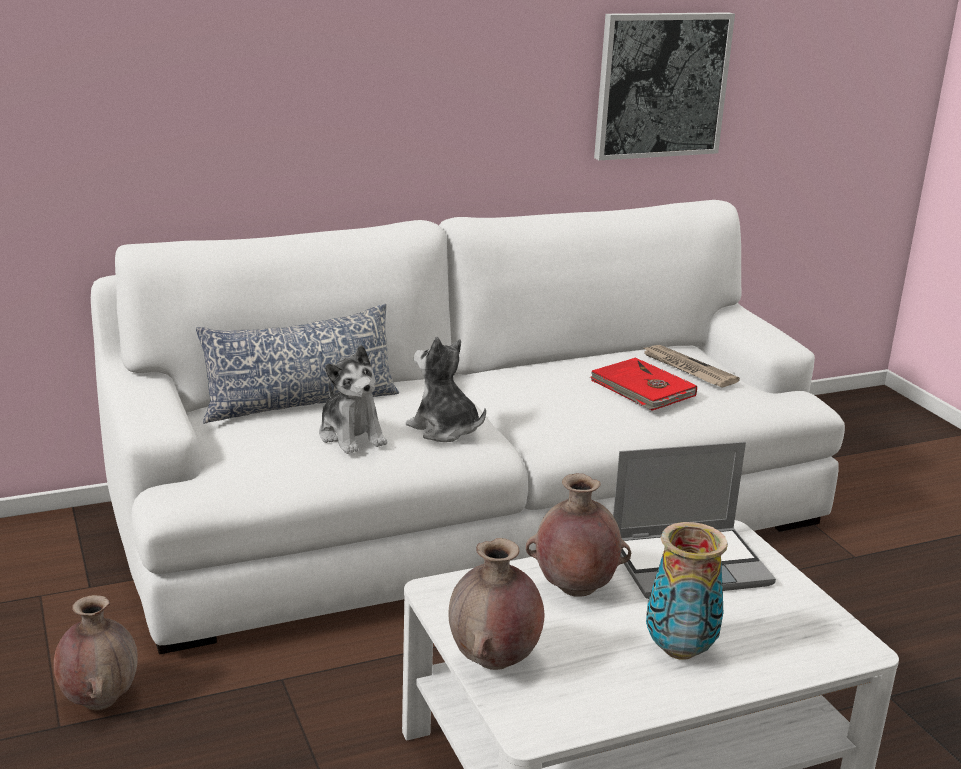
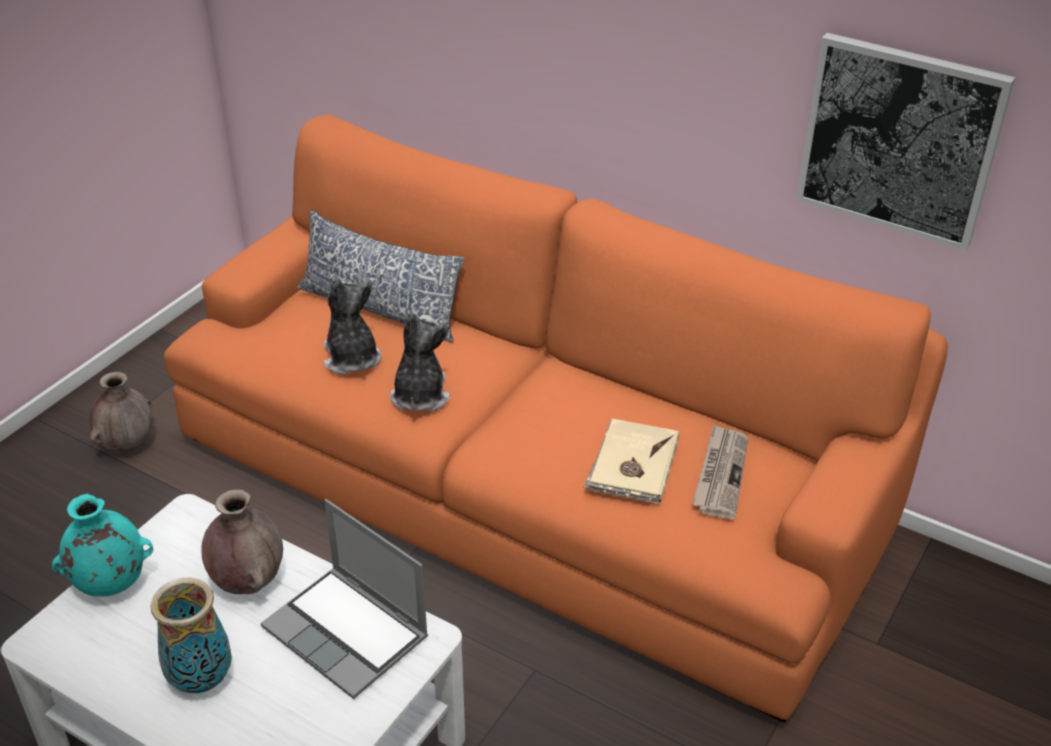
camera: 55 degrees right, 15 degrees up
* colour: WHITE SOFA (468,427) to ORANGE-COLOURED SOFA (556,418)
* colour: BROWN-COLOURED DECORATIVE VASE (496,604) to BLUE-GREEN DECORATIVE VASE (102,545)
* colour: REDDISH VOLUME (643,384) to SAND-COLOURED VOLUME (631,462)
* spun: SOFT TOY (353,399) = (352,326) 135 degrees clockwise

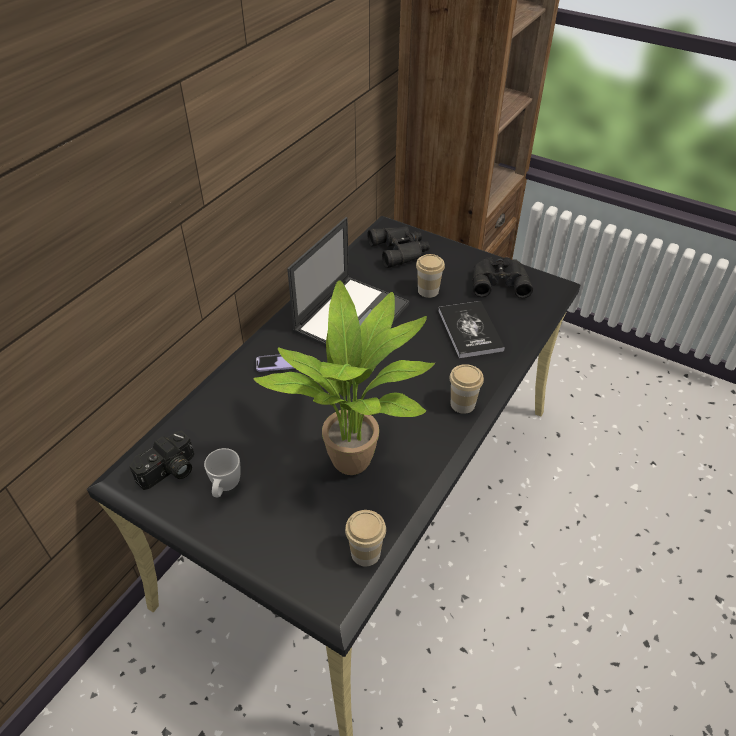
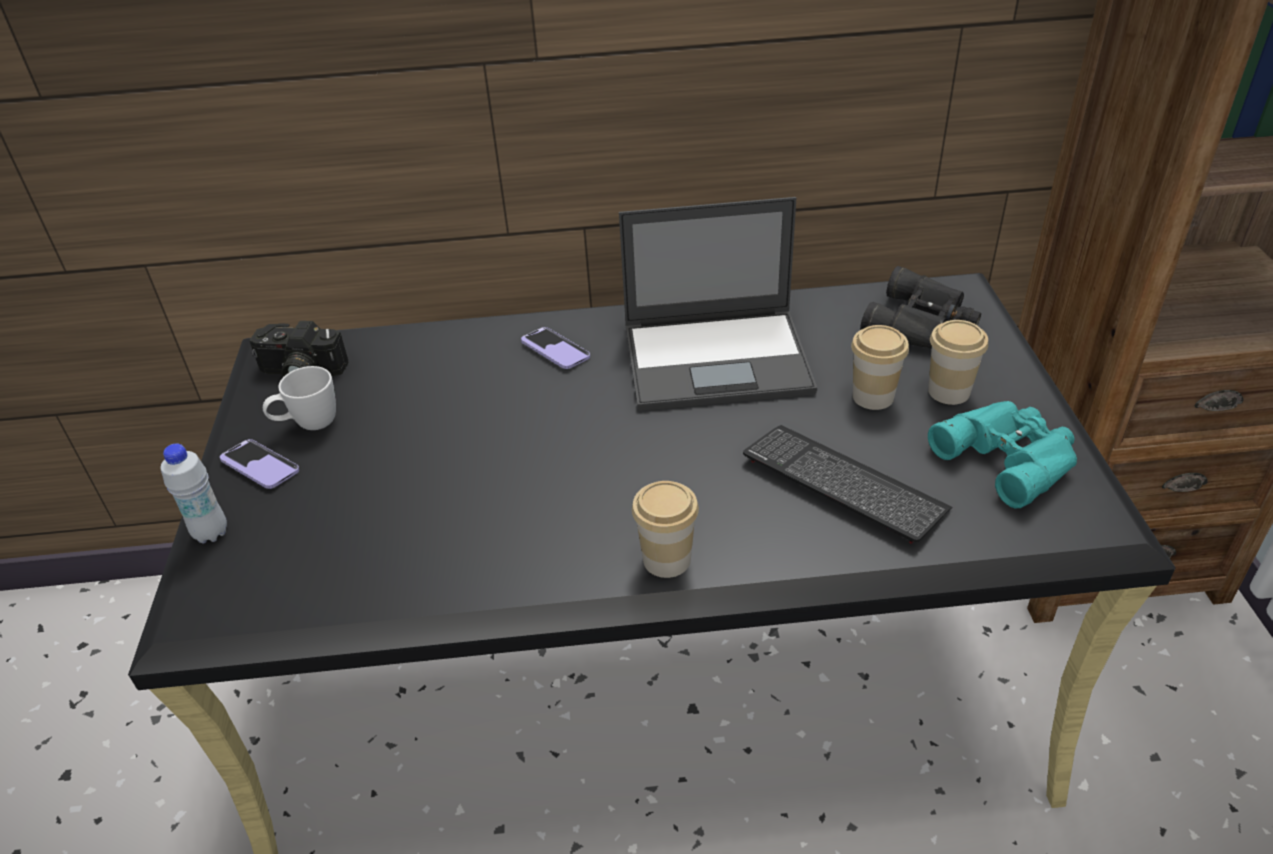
camera: 55 degrees right, 5 degrees down
* missing: POTTED PLANT (344,377)
* appeared: WHITE BOTTLE (194,493)
* appeared: TELEPHONE (259,464)
* relocated: SMALL CUP (365,538) to (958,362)
* exchanged: VOLUME (471,329) to PC KEYBOARD (848,484)
* colour: BLACK-COLOURED BINOCULARS (502,277) to BLUE-GREEN BINOCULARS (1002,455)

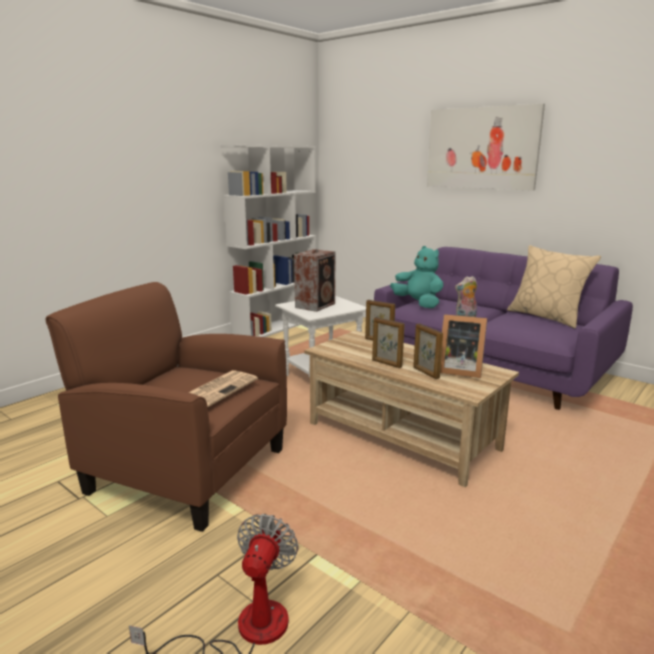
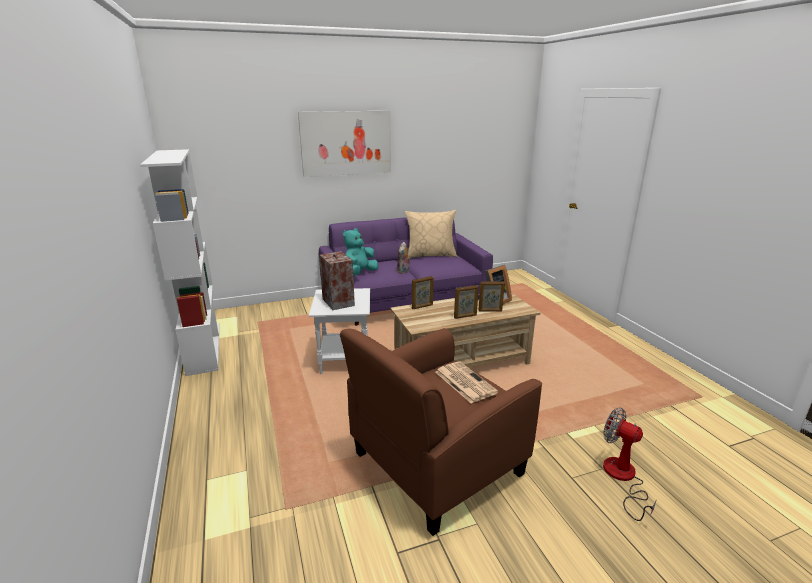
camera: 60 degrees left, 5 degrees up
* spun: BLUE-GREEN SOFT TOY (417,277) = (360,252) 45 degrees counterclockwise

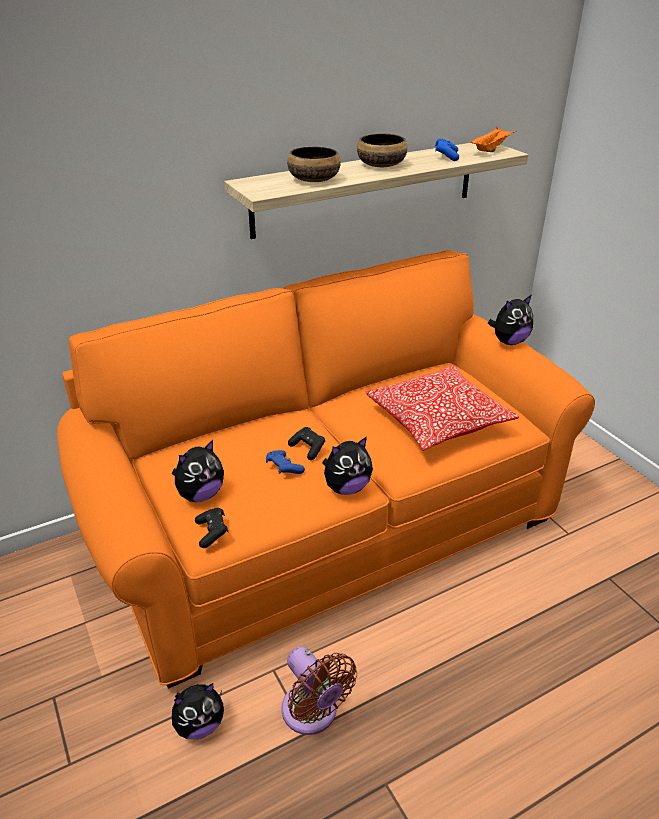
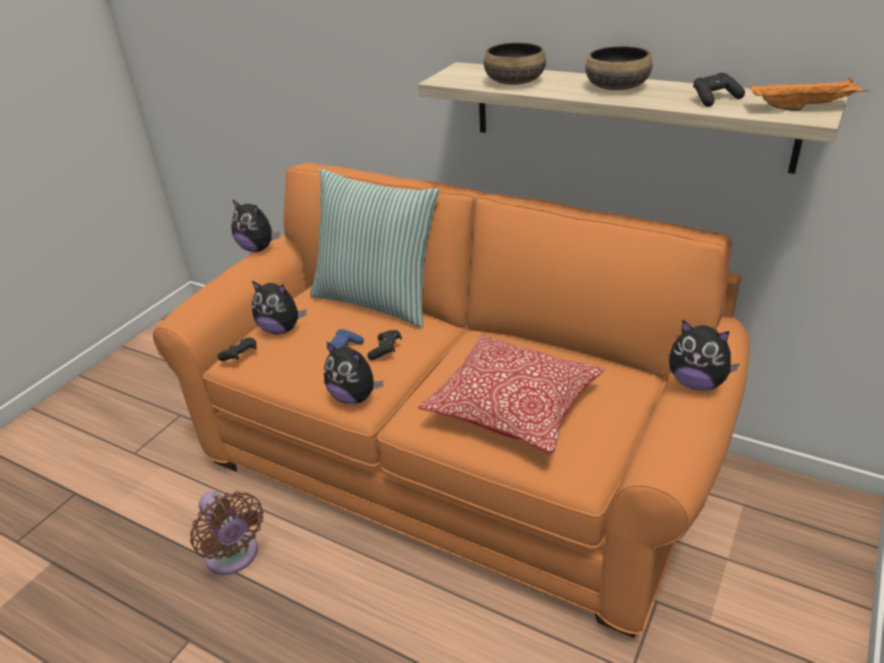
camera: 60 degrees right, 0 degrees up
* appeared: CUSHION (374,248)
* relocated: SOFT TOY (198,711) to (255,225)
* colour: BLUE JOYPAD (447,150) to BLACK-COLOURED JOYPAD (719,89)
* spun: BROWN-COLOURED COOLING FAN (319,690) = (227,533) 60 degrees counterclockwise

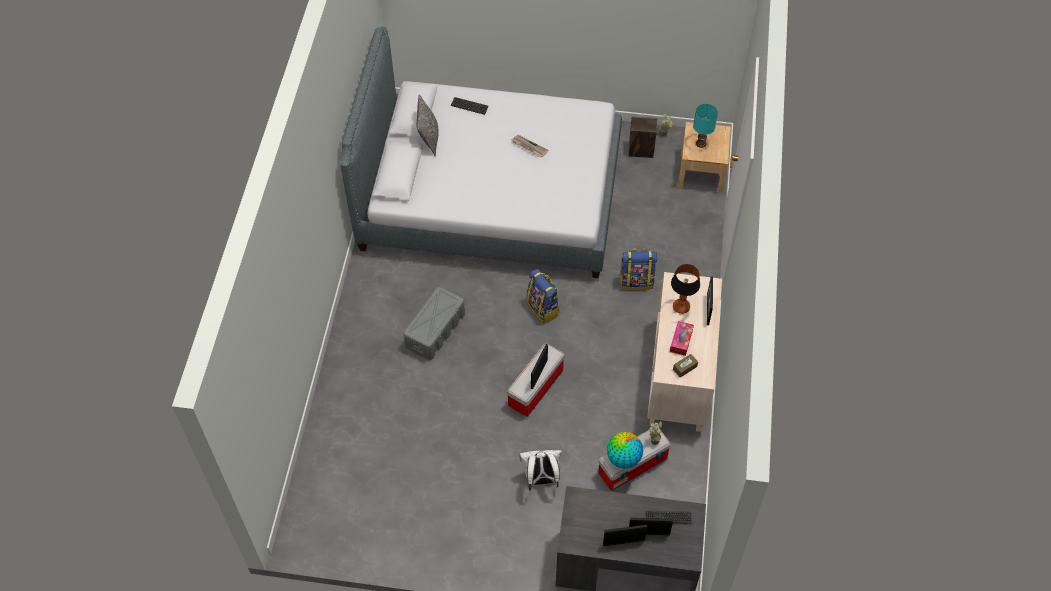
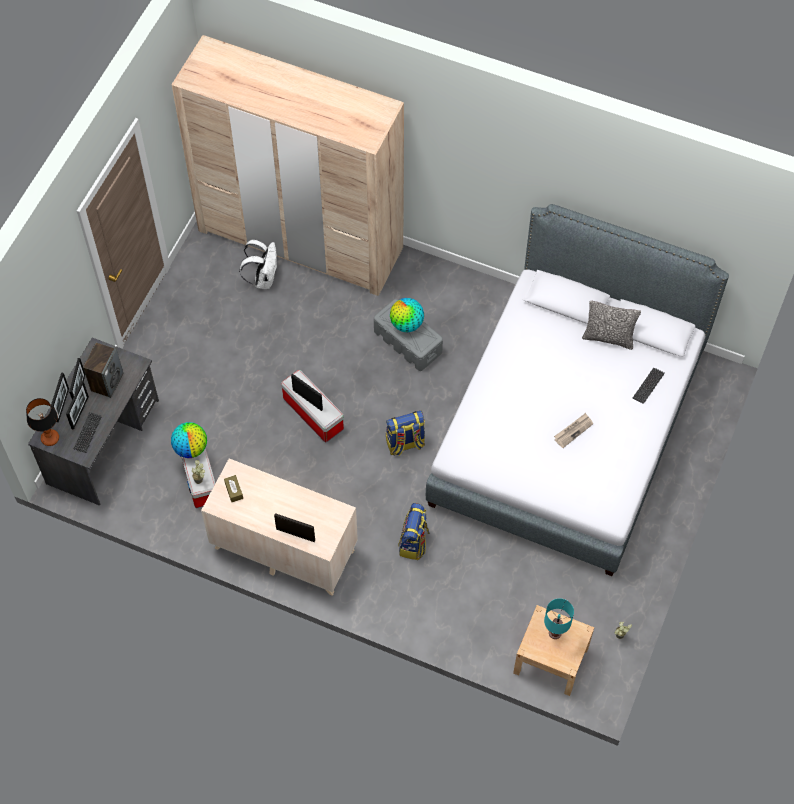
camera: 105 degrees right, 5 degrees up
* missing: BOX OF TISSUES (682,338)
* appeared: PHOTO FRAME (59,397)
* appeared: SAND-COLOURED CLOTHES CUPBOARD (288,165)
* appeared: GLOBE (407,315)
* relocated: WHITE BACKPACK (540,470) to (258,264)
* relocated: LOUDSPEAKER (643,137) to (103,370)
* relocated: TABLE LAMP (685,289) to (42,422)

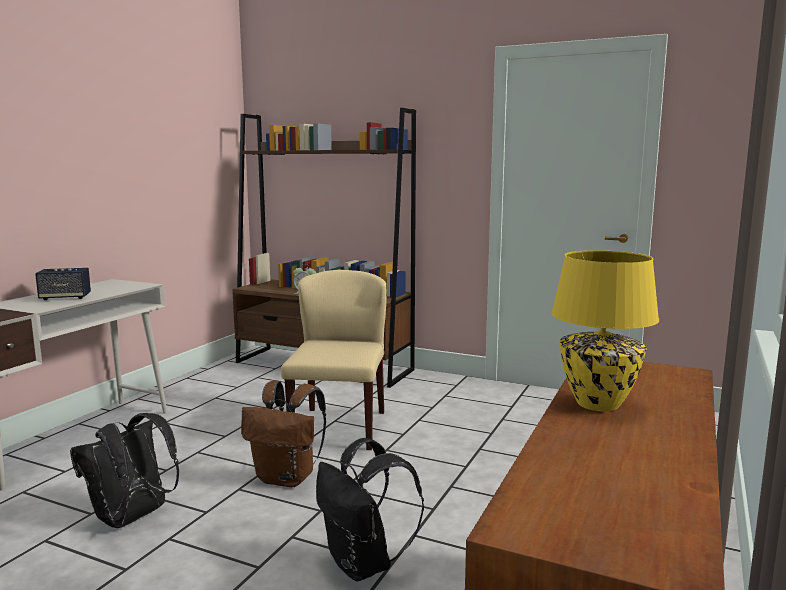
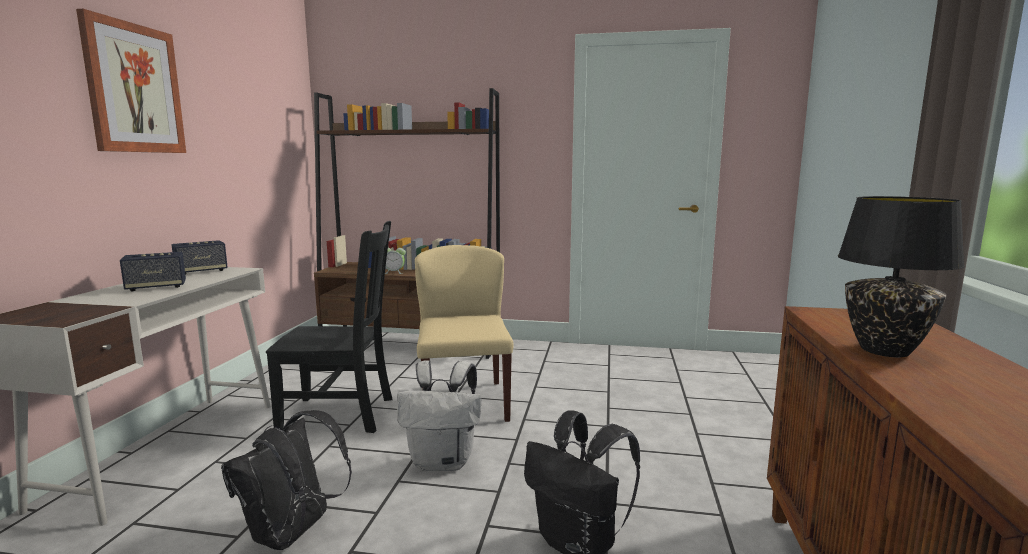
camera: 15 degrees left, 0 degrees up
* appeared: PICTURE (131,81)
* appeared: LOUDSPEAKER (200,257)
* appeared: BLACK-COLOURED UPRIGHT CHAIR (329,327)
* colour: BROWN-COLOURED BACKPACK (283,434) to WHITE BACKPACK (439,415)
* colour: YELLOWISH TABLE LAMP (605,331) to BLACK-COLOURED TABLE LAMP (901,276)

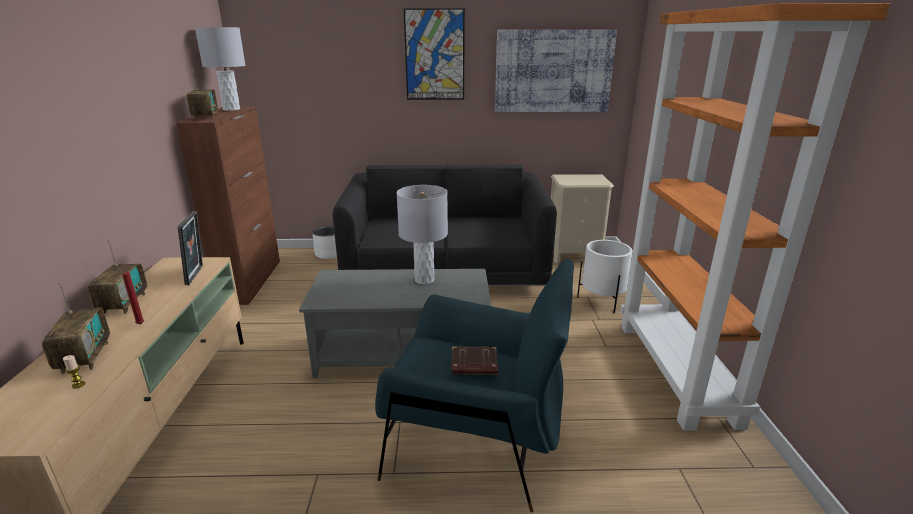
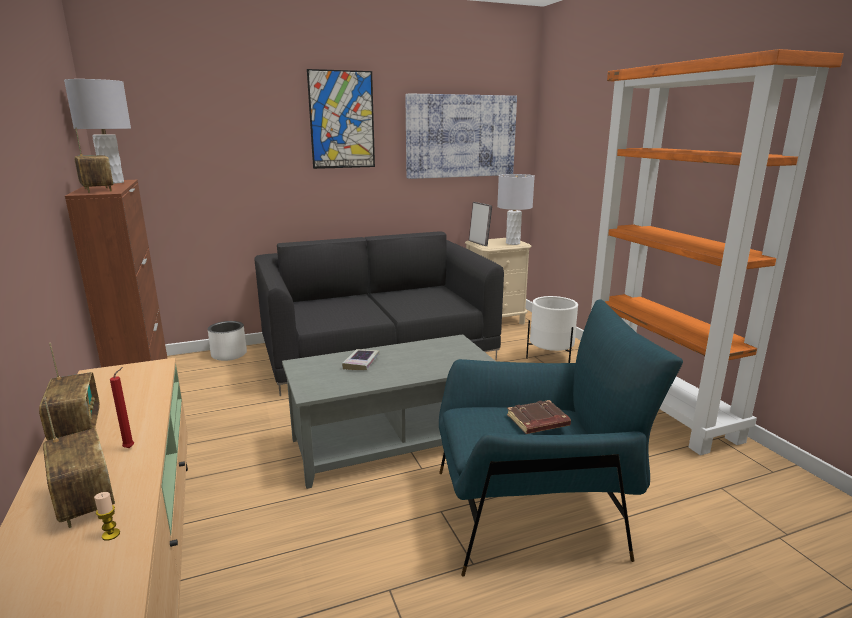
camera: 20 degrees left, 5 degrees down
* appeared: VOLUME (360,359)
* relocated: PHOTO FRAME (190,248) to (480,224)
* relocated: GRAY TABLE LAMP (422,234) to (516,209)

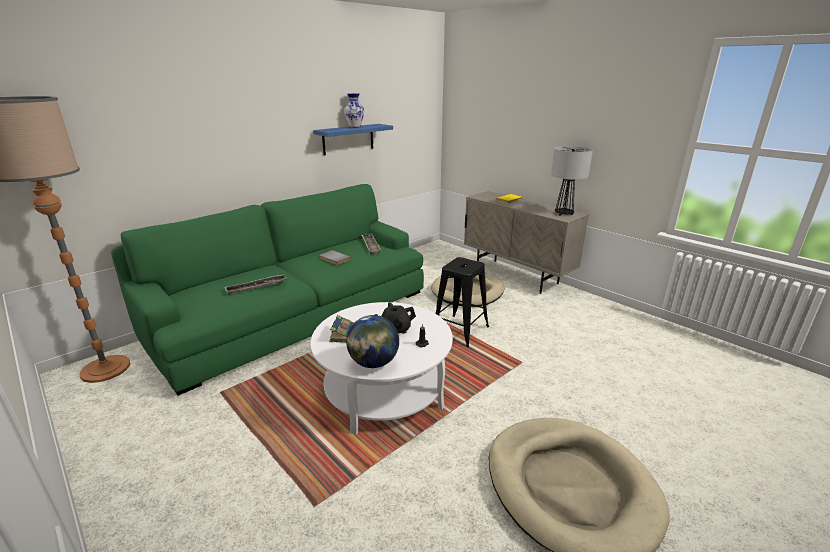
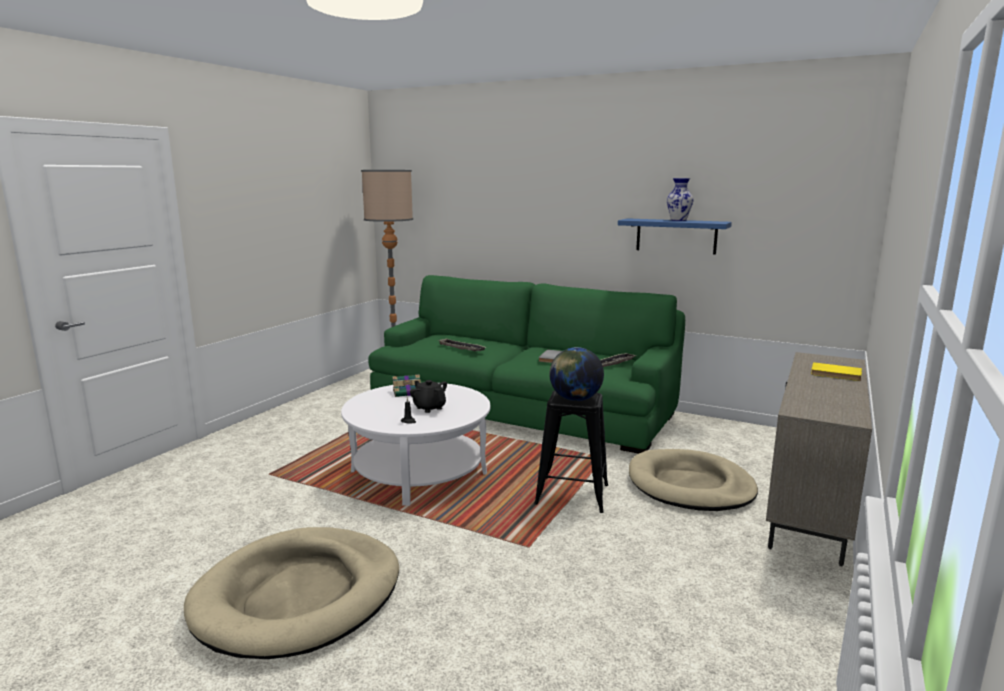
camera: 70 degrees right, 10 degrees down
* missing: TABLE LAMP (572,181)
* relocated: GLOBE (372,341) to (576,374)

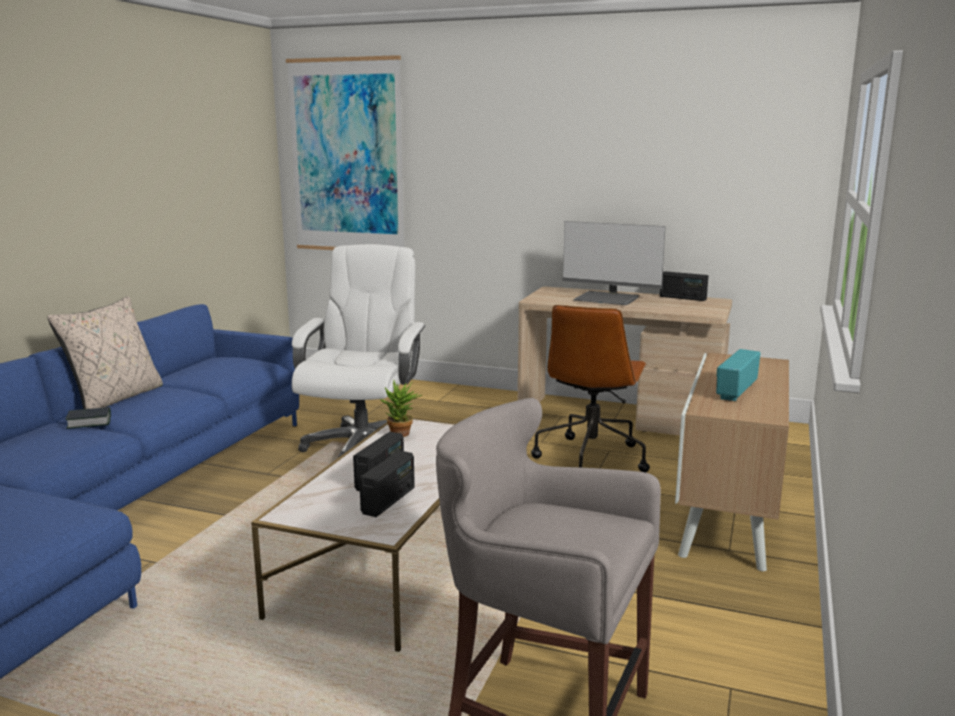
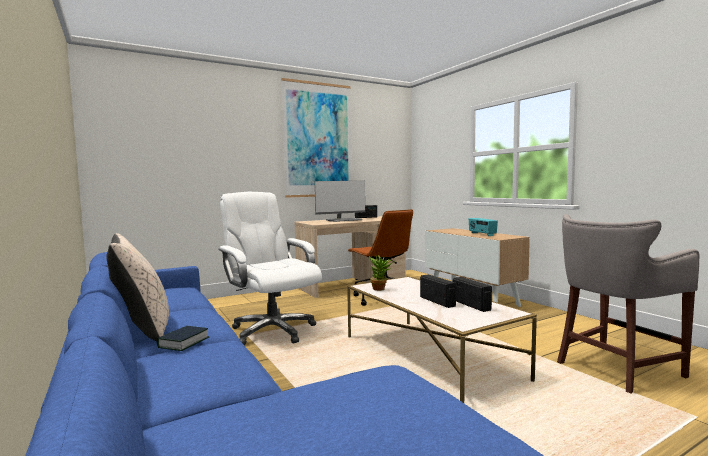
camera: 50 degrees left, 10 degrees down
* relocated: PICTURE (345,152) to (316,138)

